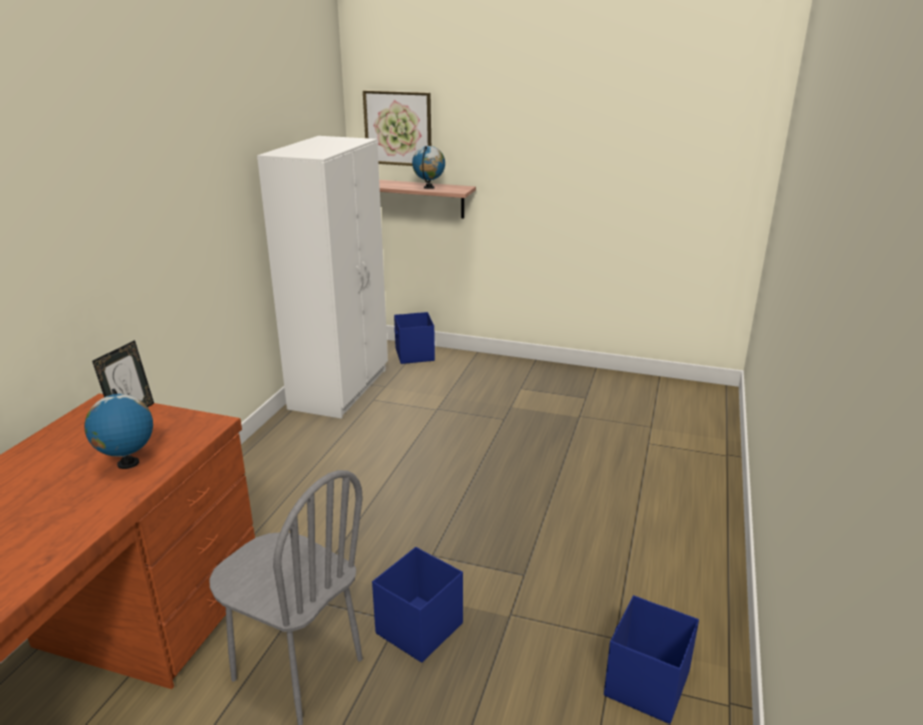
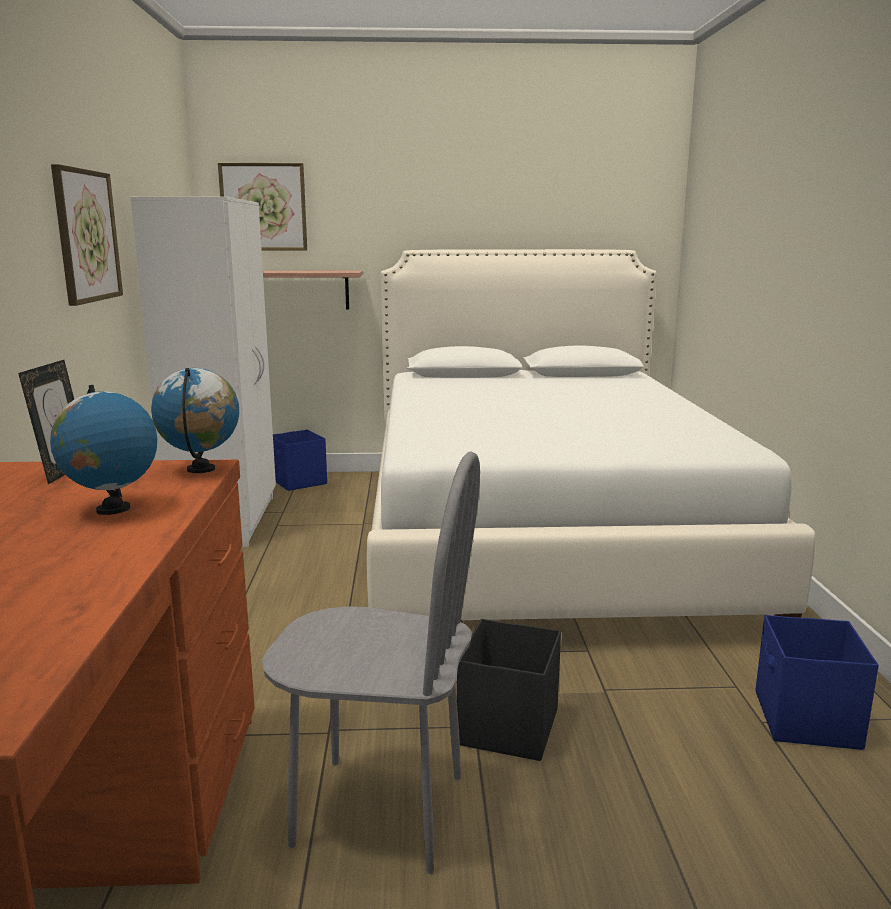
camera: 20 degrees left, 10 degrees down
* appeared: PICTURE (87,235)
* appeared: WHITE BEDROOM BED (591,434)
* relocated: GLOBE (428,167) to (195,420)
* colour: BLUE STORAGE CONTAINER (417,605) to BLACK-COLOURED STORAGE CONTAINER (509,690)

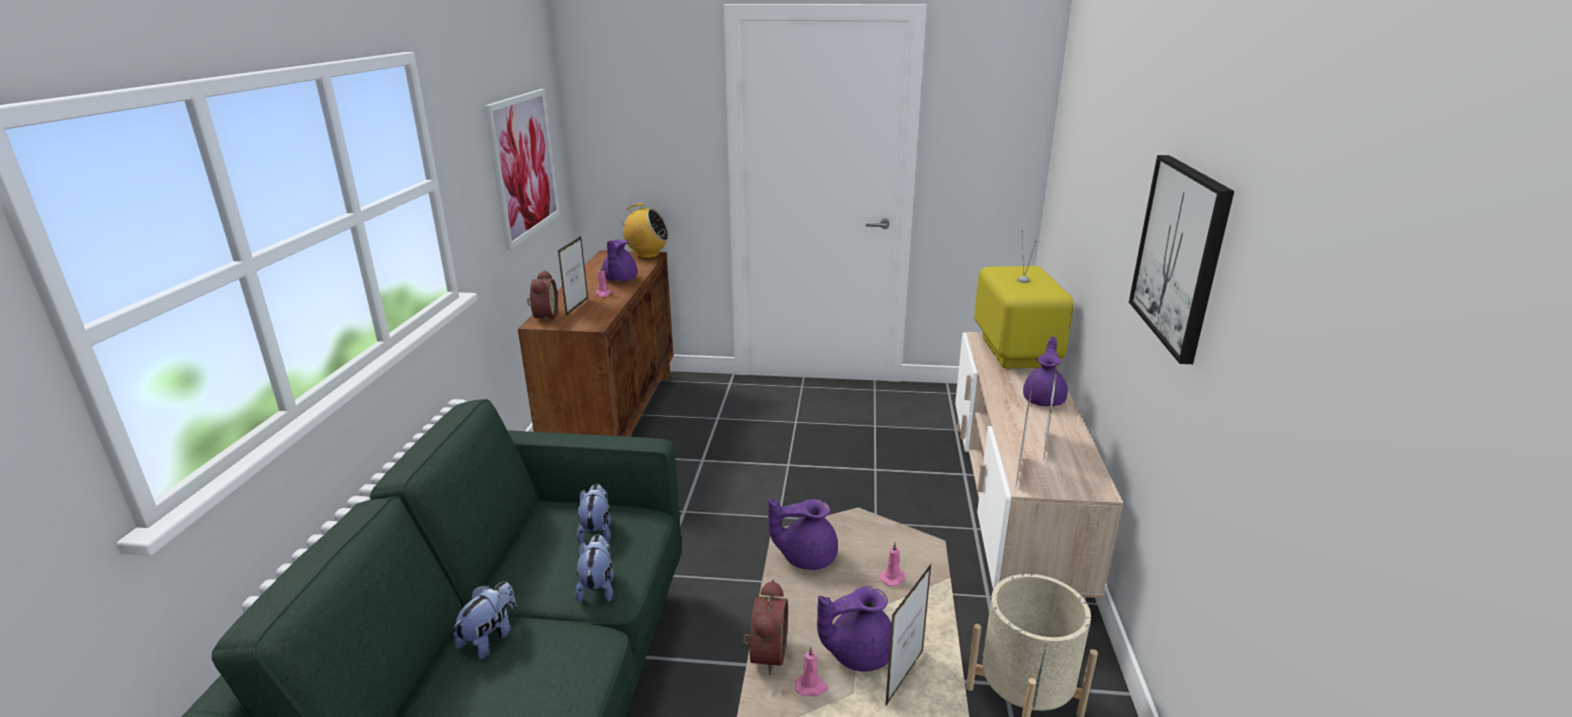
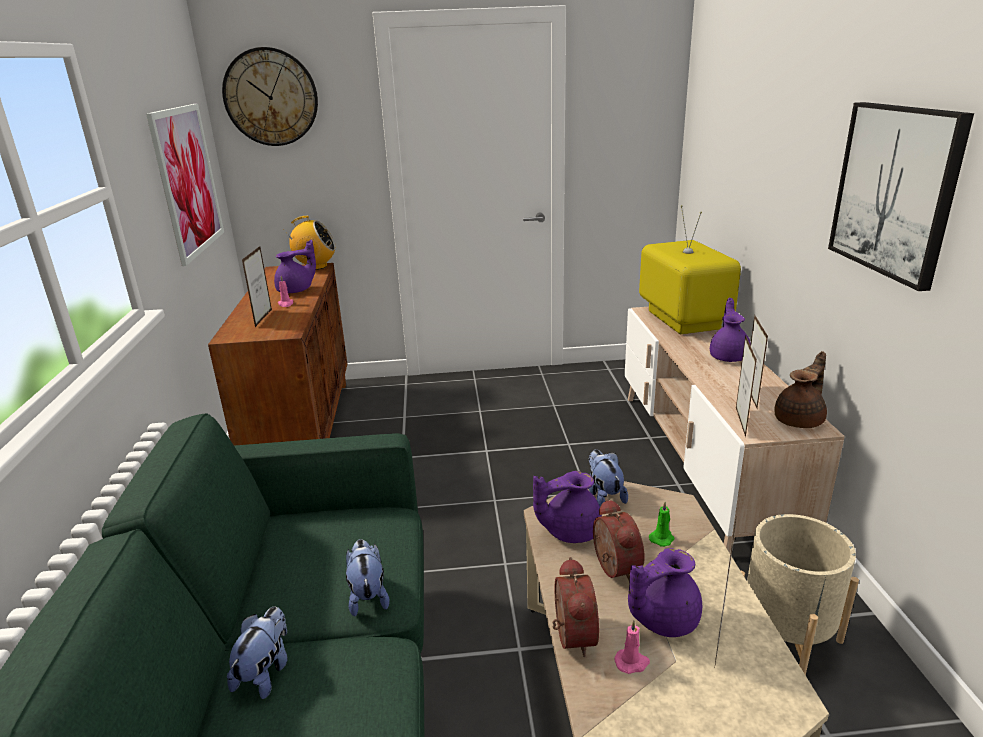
camera: 10 degrees left, 0 degrees up
* appeared: WALL CLOCK (270,96)
* appeared: BROWN-COLOURED POT FOR TEA (800,389)
* relocated: TABLE CLOCK (542,296) to (619,540)
* relocated: SOFT TOY (593,514) to (608,478)
* colour: PINK-COLOURED WAX CANDLE (892,564) to GREEN-COLOURED WAX CANDLE (661,524)
* spun: PURPLE POT FOR TEA (619,261) = (295,266) 120 degrees counterclockwise

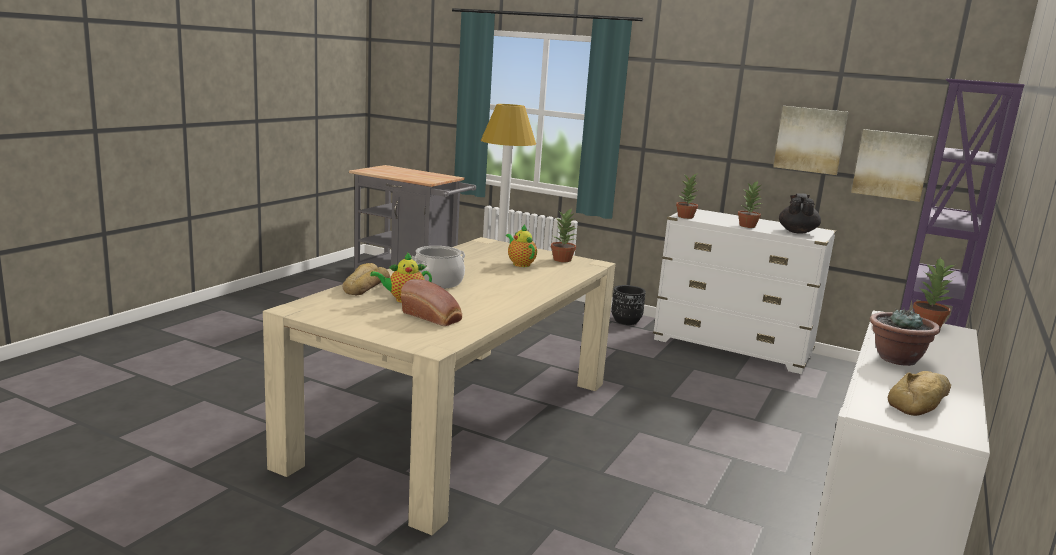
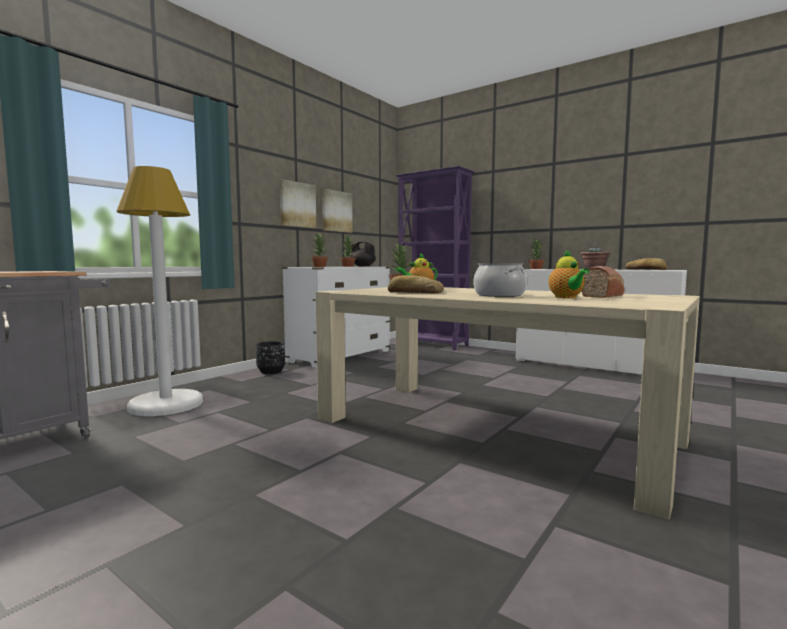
camera: 80 degrees left, 10 degrees down
* relocated: BREAD (366,279) to (416,284)
* relocated: PICTURE (892,165) to (298,203)

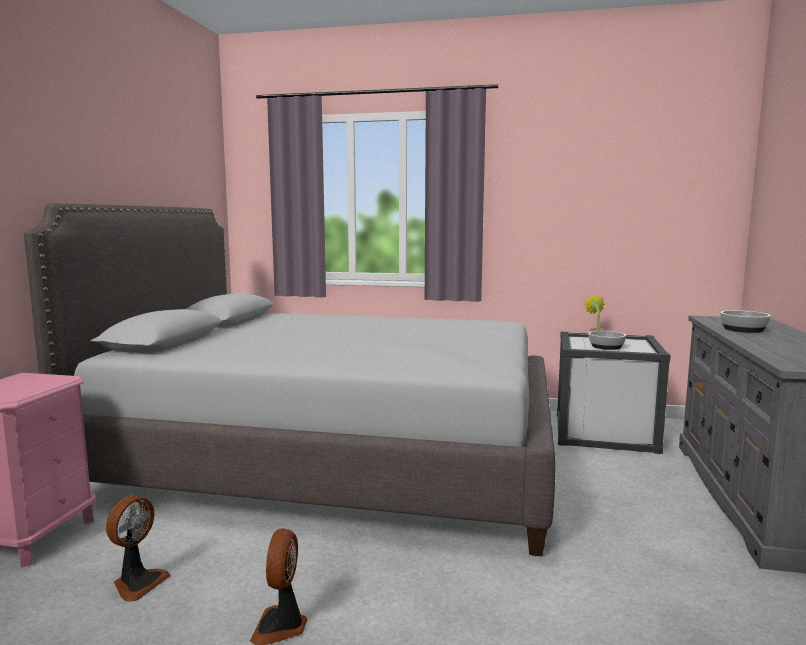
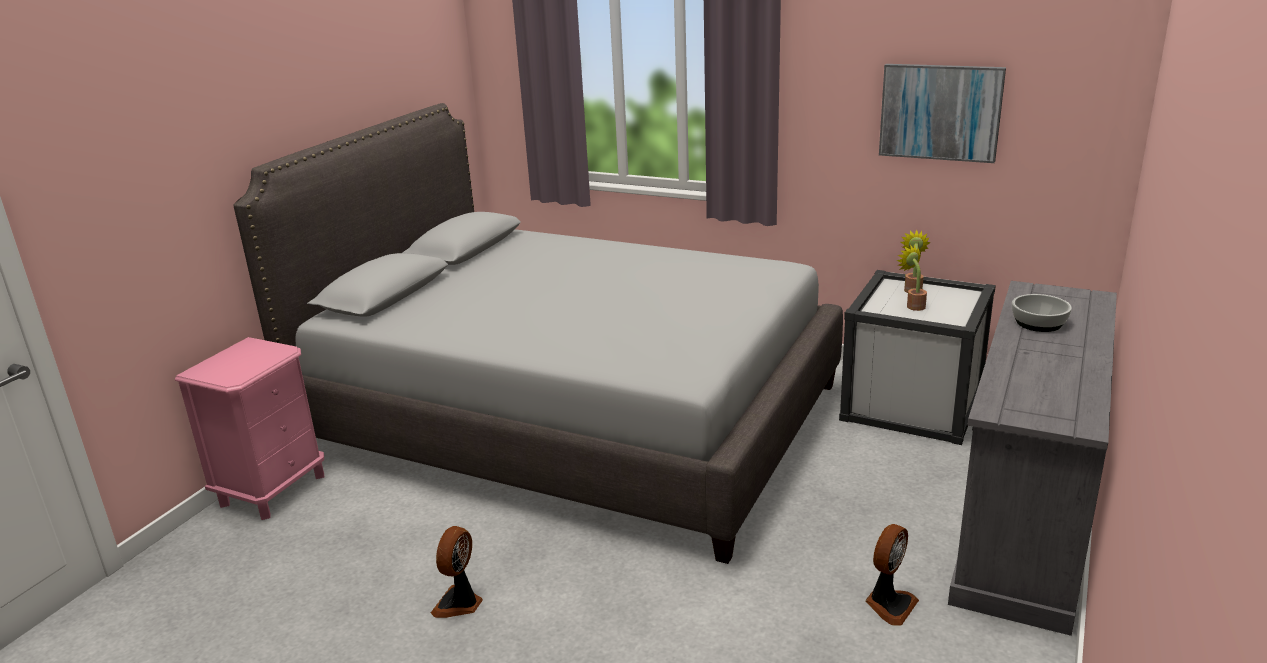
camera: 15 degrees right, 15 degrees up
* appeared: PICTURE (942,113)
* relocated: COOLING FAN (138,548) to (892,575)
* exchanged: DEEP DISH (607,340) to POTTED PLANT (911,278)

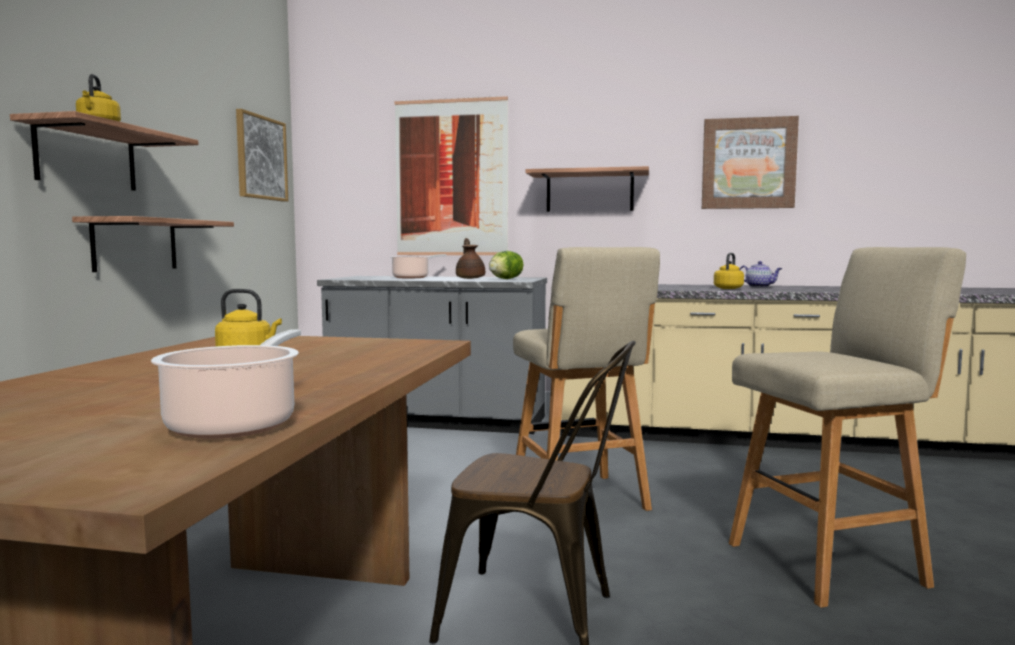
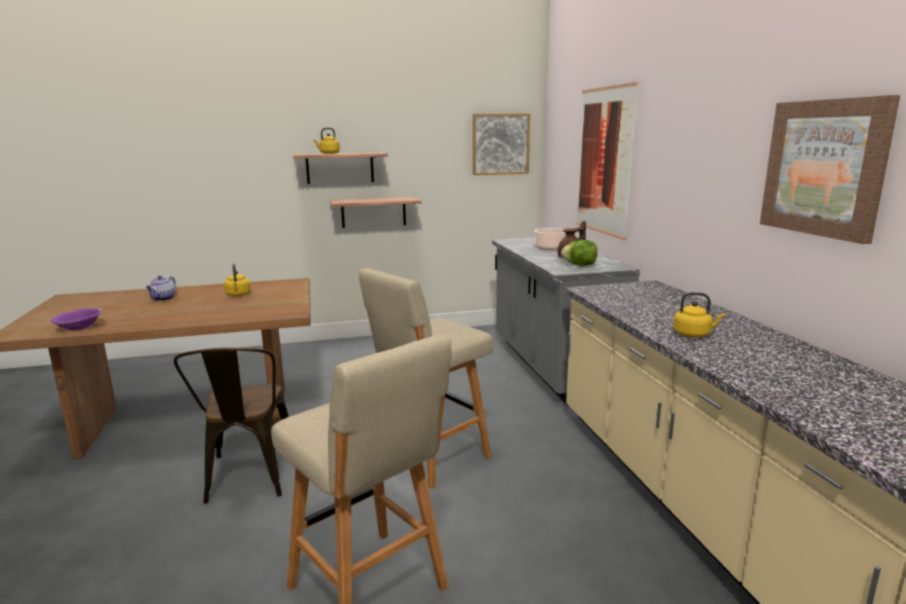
camera: 65 degrees right, 10 degrees up
* missing: BRACKET SHELF (587,189)
* relocated: POT FOR TEA (760,274) to (161,288)
* exchanged: STOCKPOT (226,384) to PURPLE DEEP DISH (76,319)

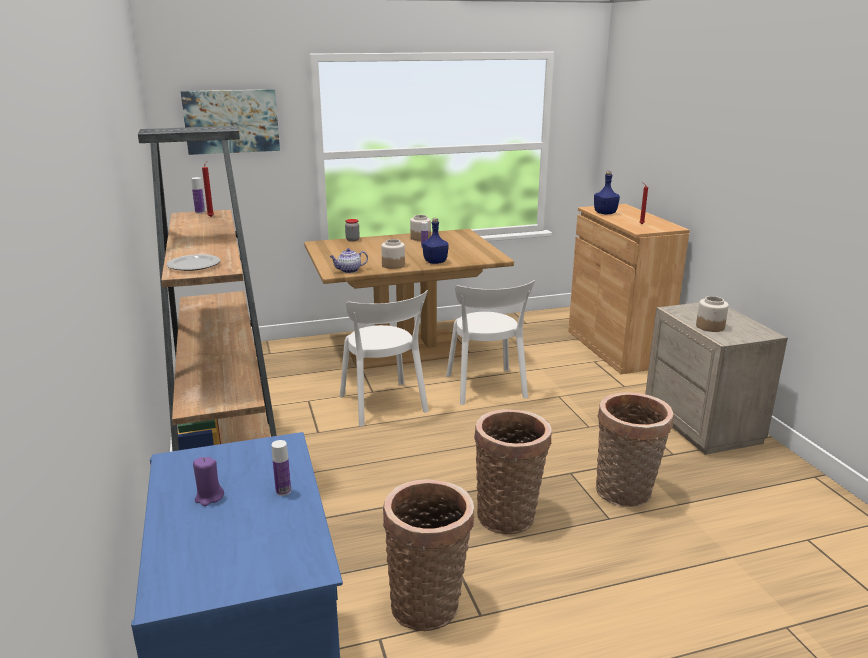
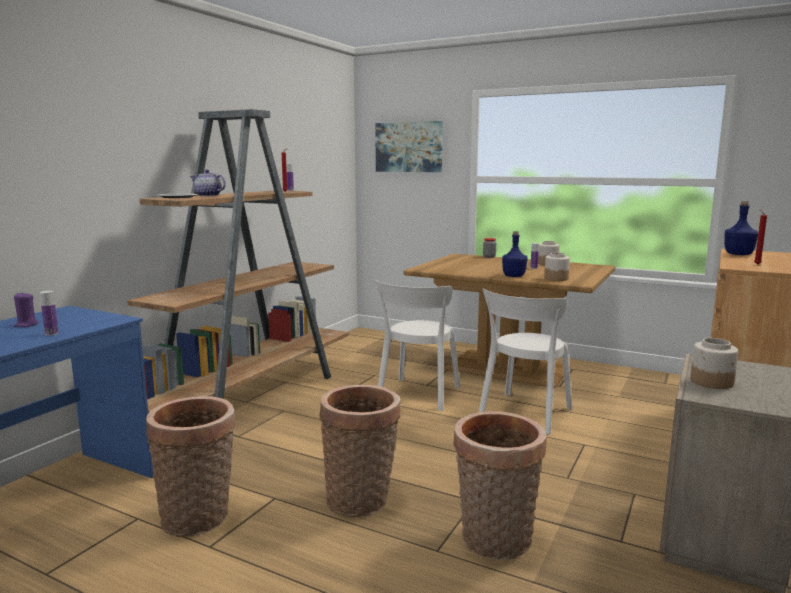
camera: 45 degrees right, 10 degrees down
* relocated: POT FOR TEA (349,260) to (208,183)
* relocated: STORAGE JAR (393,254) to (557,266)

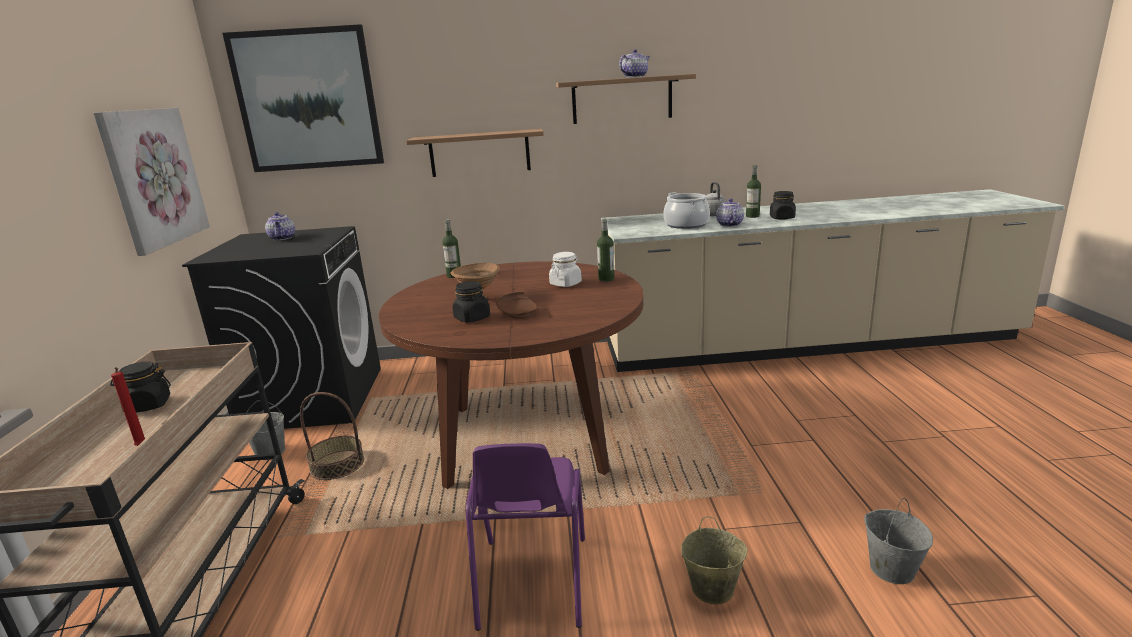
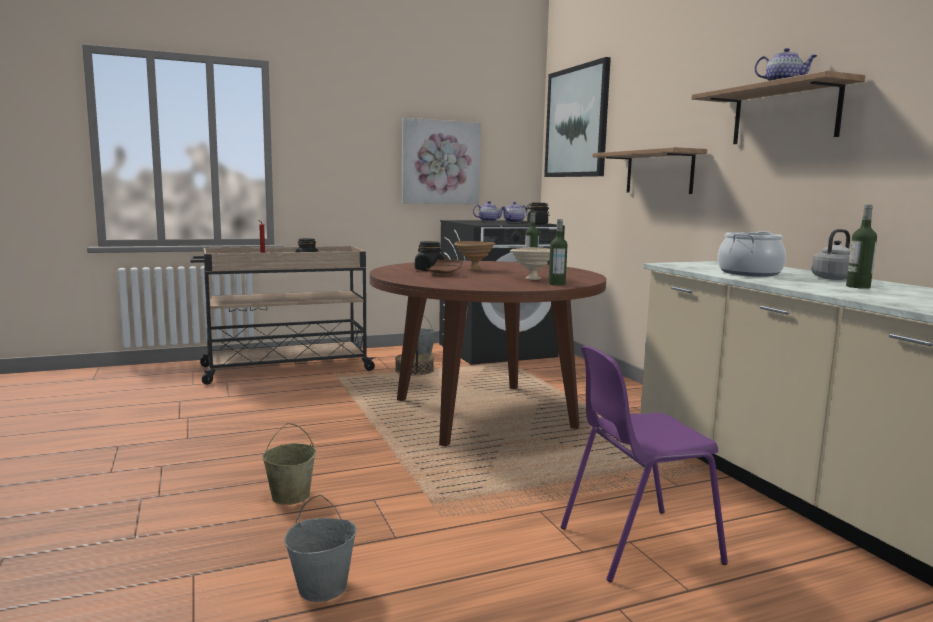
camera: 70 degrees right, 10 degrees down
* relocated: PURPLE UPRIGHT CHAIR (525,537) to (644,463)
* relocated: POT FOR TEA (730,213) to (489,211)
* relocated: BLACK-COLOURED STORAGE JAR (783,205) to (537,213)
* exchanged: WHITE STORAGE JAR (565,269) to SAND-COLOURED DEEP DISH (530,263)

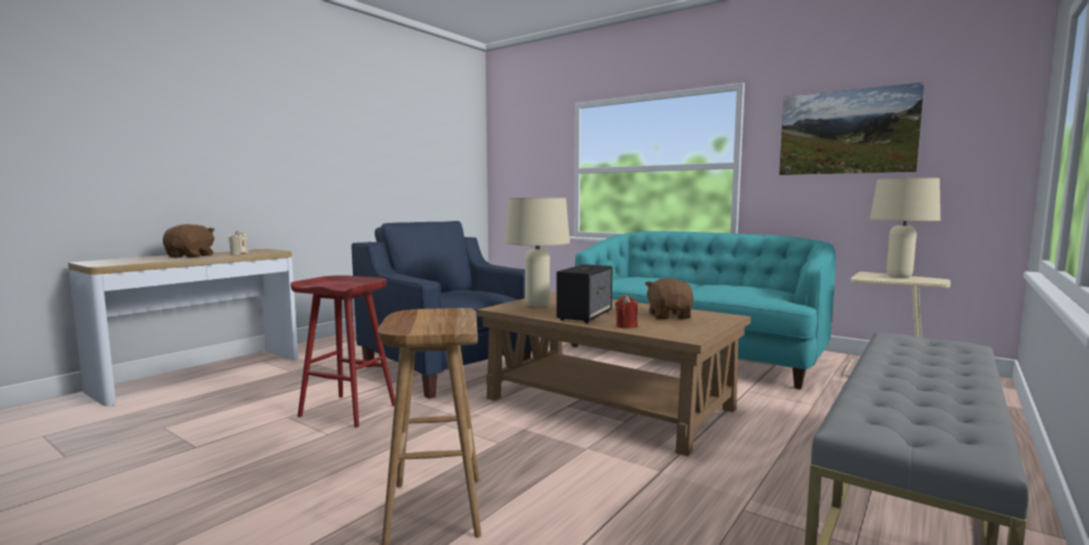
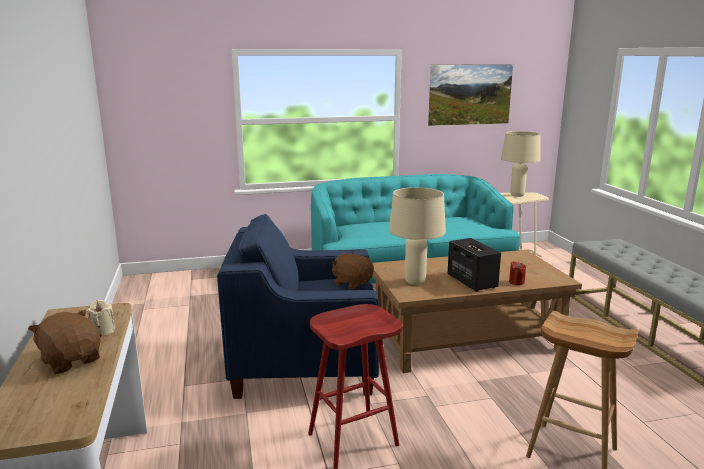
camera: 50 degrees left, 10 degrees up
* relocated: BROWN-COLOURED SOFT TOY (669,298) to (353,271)

